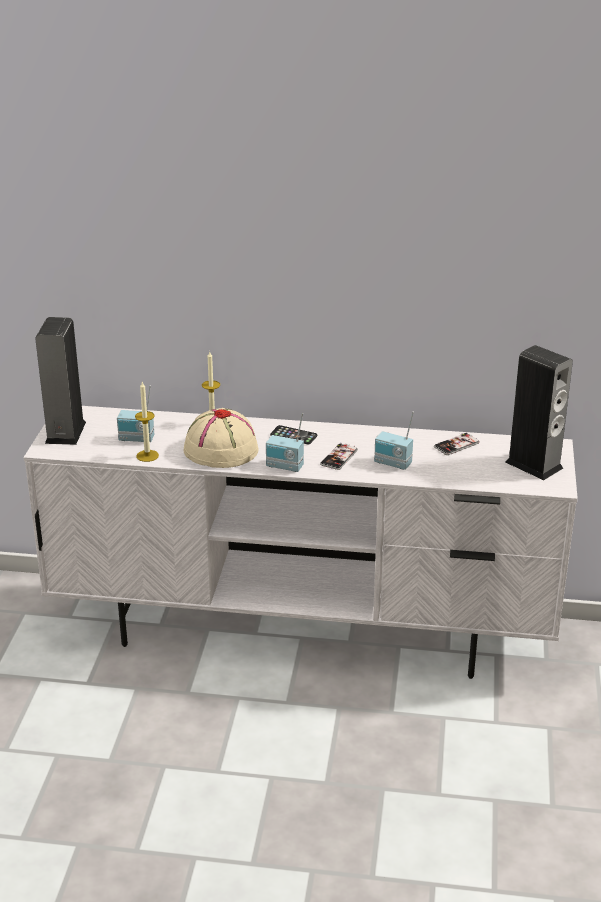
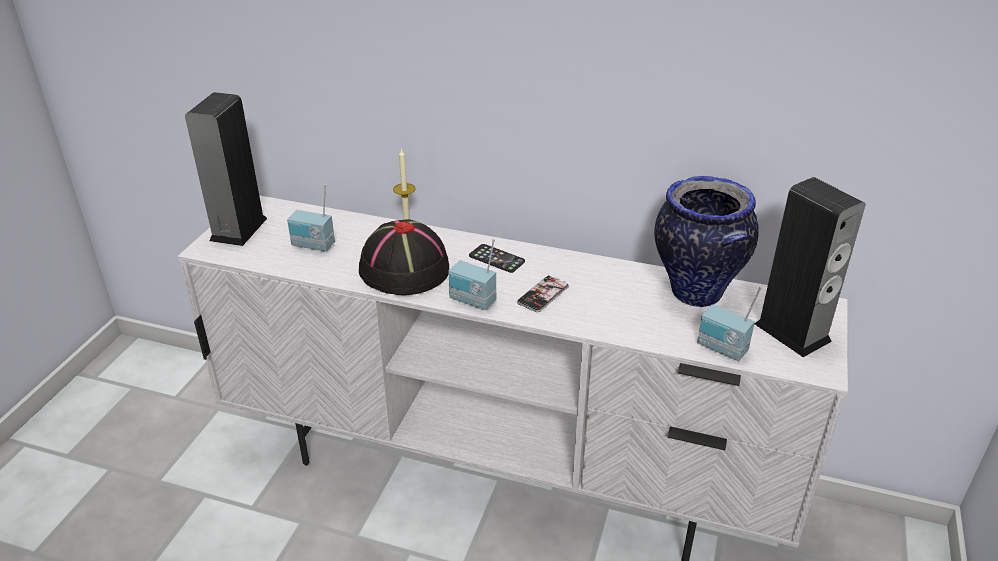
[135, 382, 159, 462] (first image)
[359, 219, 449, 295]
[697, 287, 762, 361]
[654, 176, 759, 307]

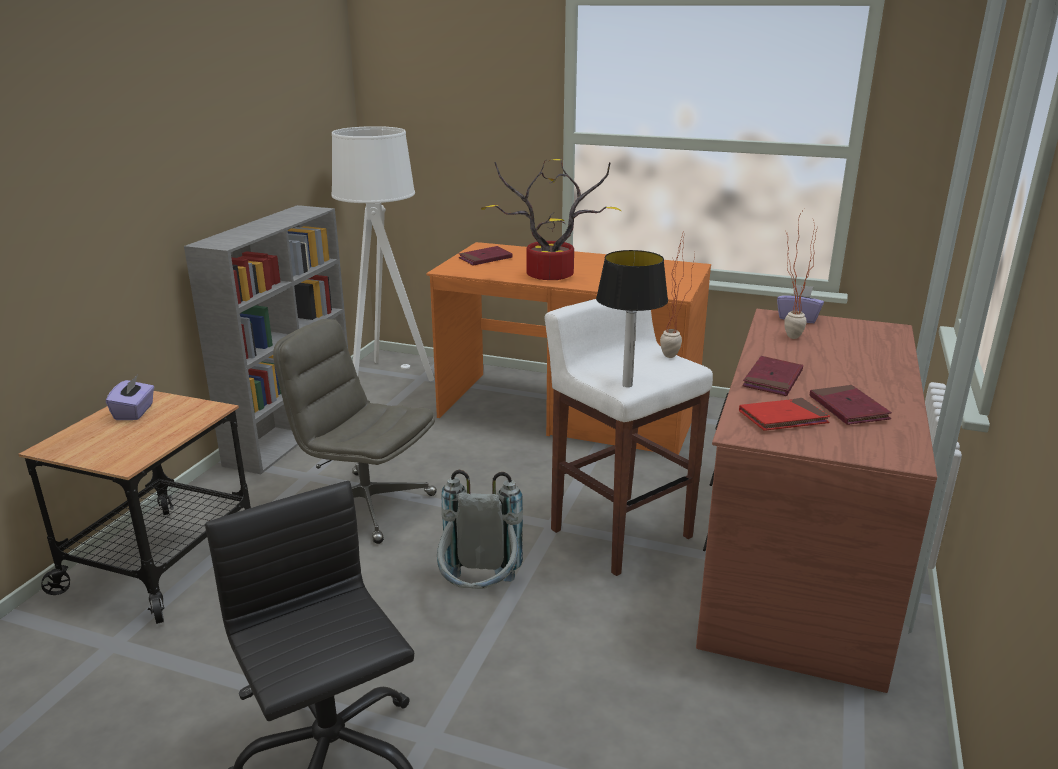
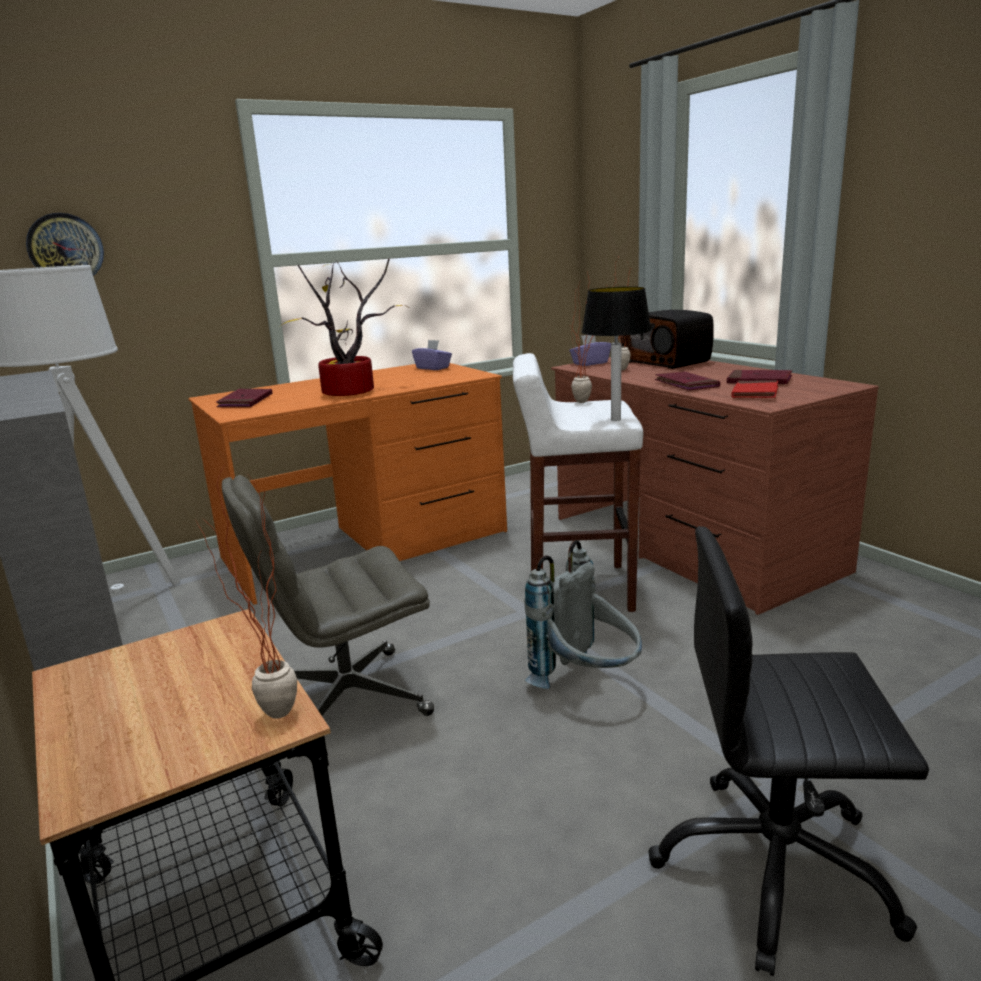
[412, 340, 452, 370]
[26, 213, 104, 276]
[621, 310, 714, 369]
[196, 466, 297, 719]

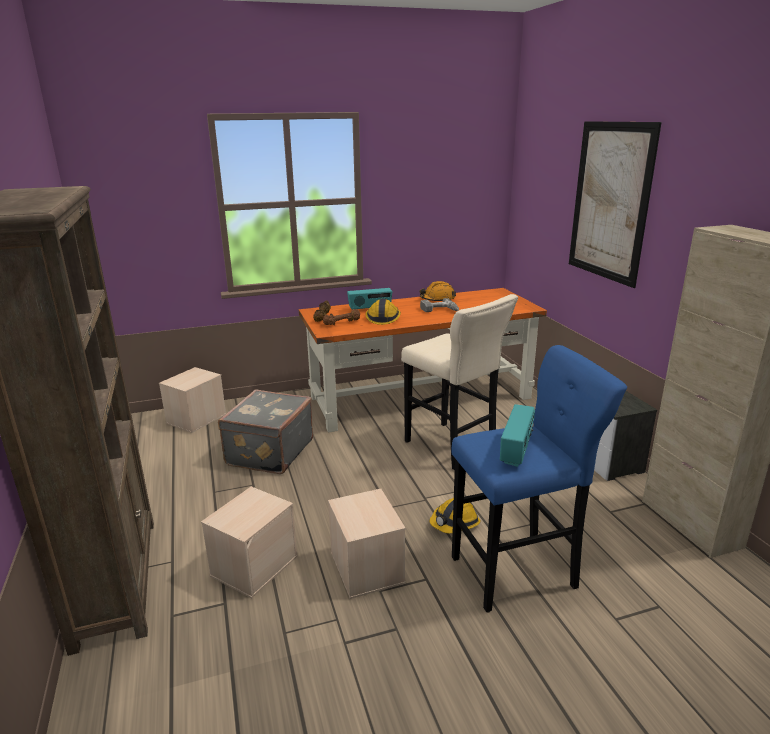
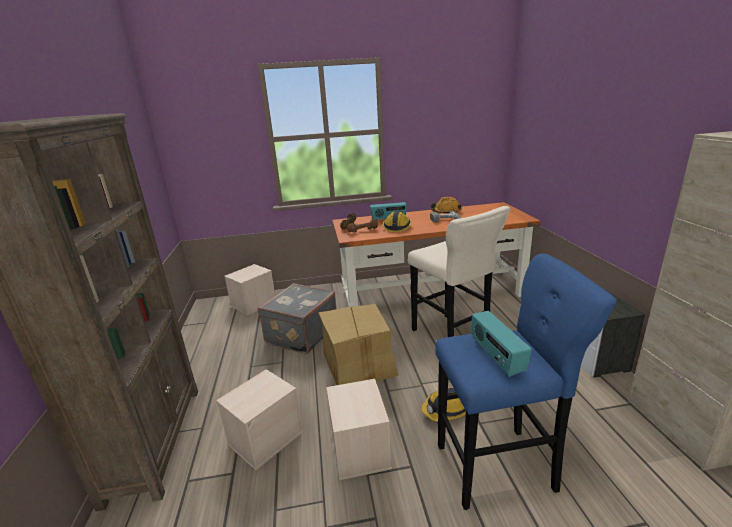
[569, 121, 662, 288] (first image)
[472, 311, 532, 377]
[318, 304, 399, 385]

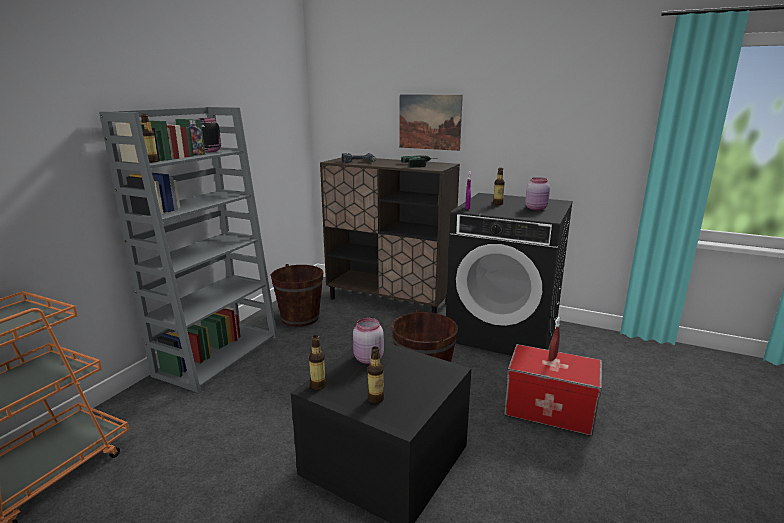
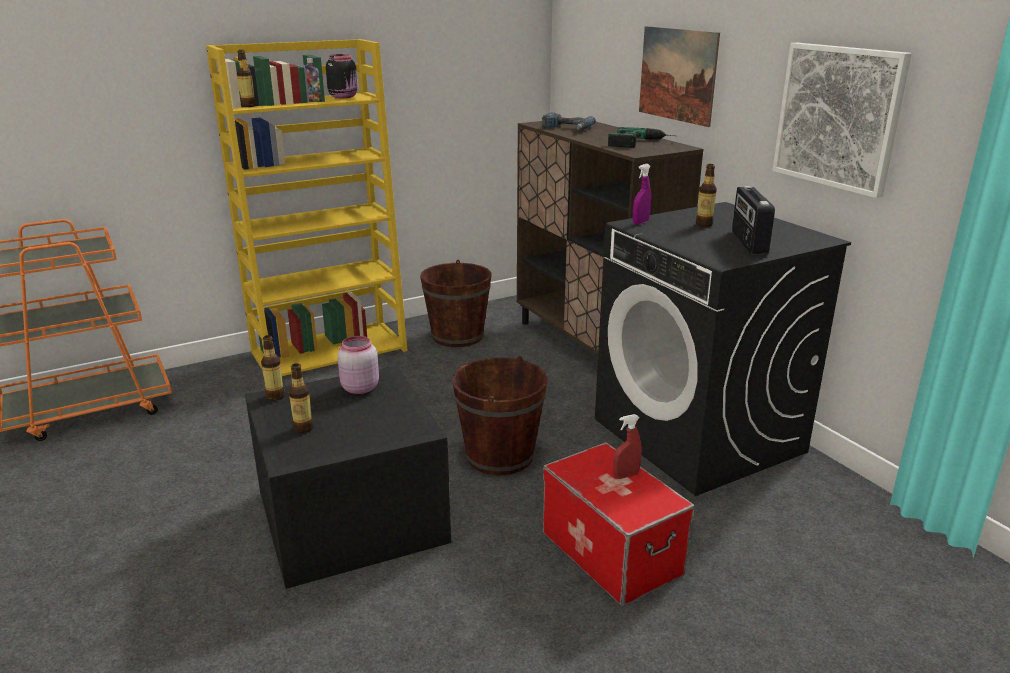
[206, 39, 408, 376]
[732, 186, 775, 254]
[772, 43, 912, 198]

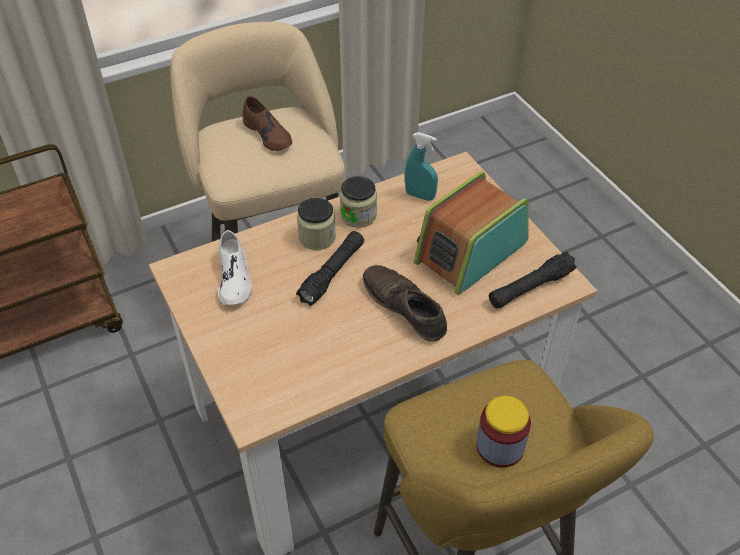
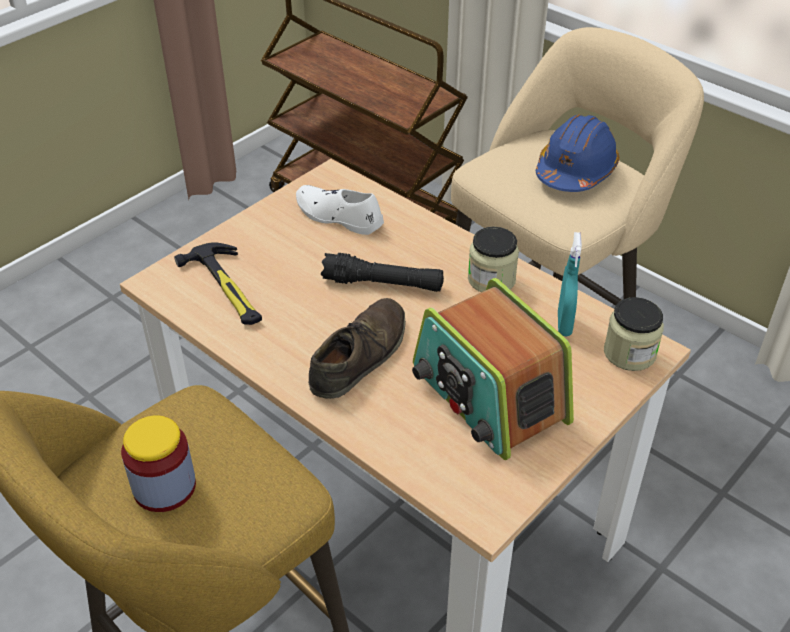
[536, 115, 619, 192]
[412, 278, 574, 460]
[604, 297, 664, 371]
[296, 185, 384, 235]
[489, 252, 577, 309] (first image)
[174, 242, 262, 325]

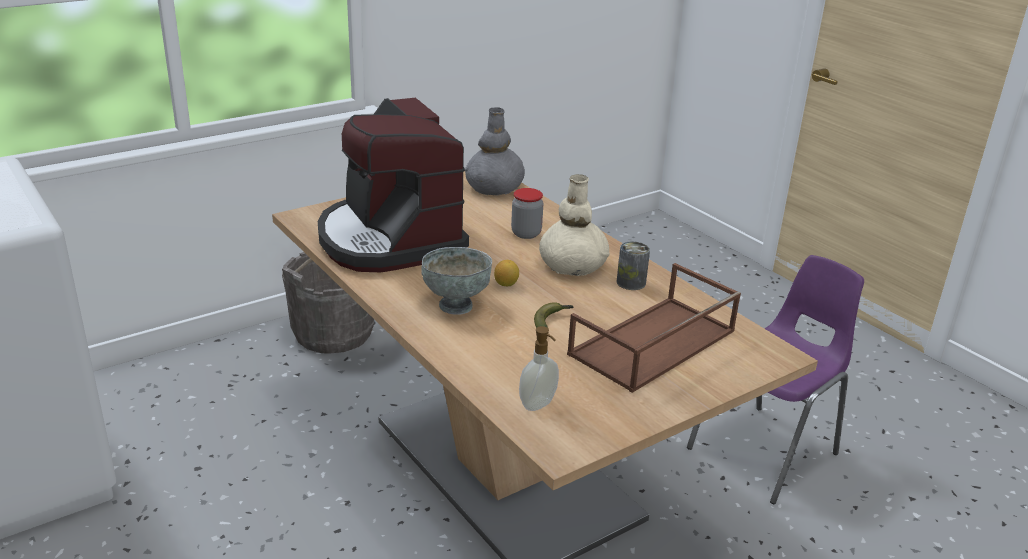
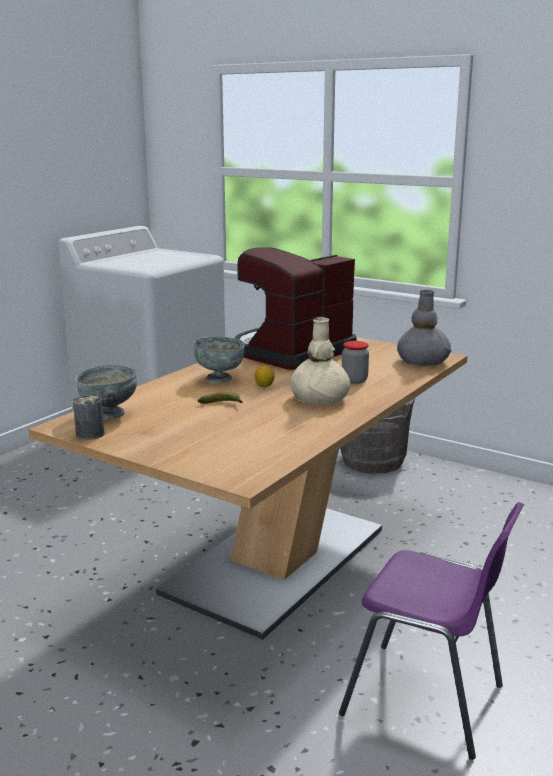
[73, 395, 105, 440]
[567, 263, 741, 393] (first image)
[75, 365, 137, 419]

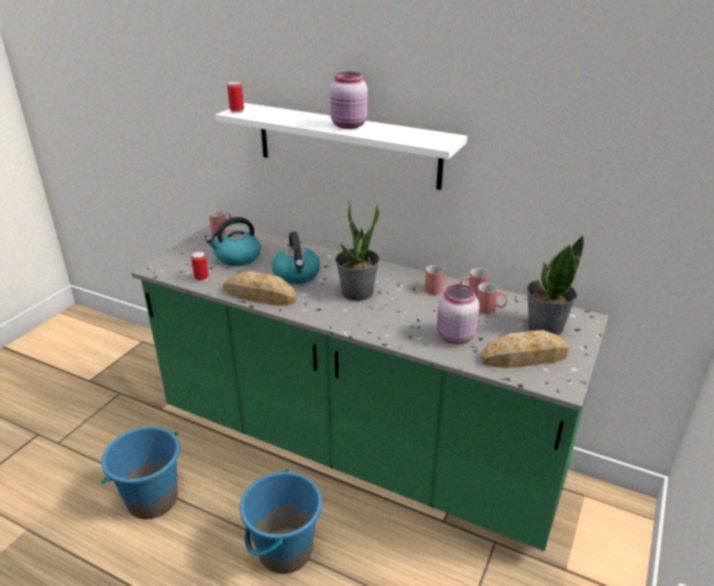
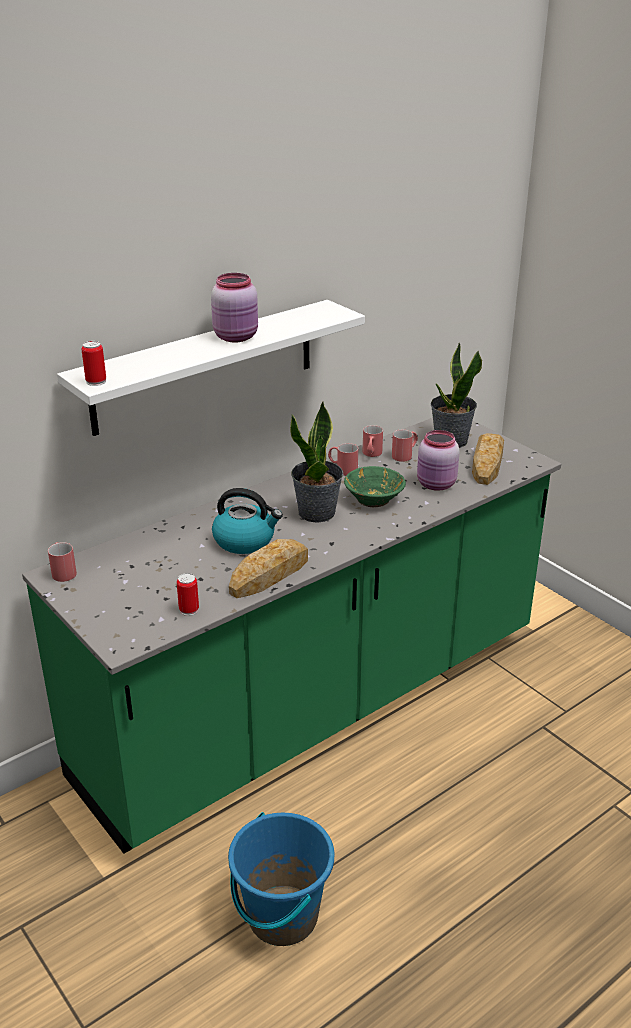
[206, 217, 261, 266] (first image)
[240, 469, 322, 574] (first image)
[344, 466, 406, 507]

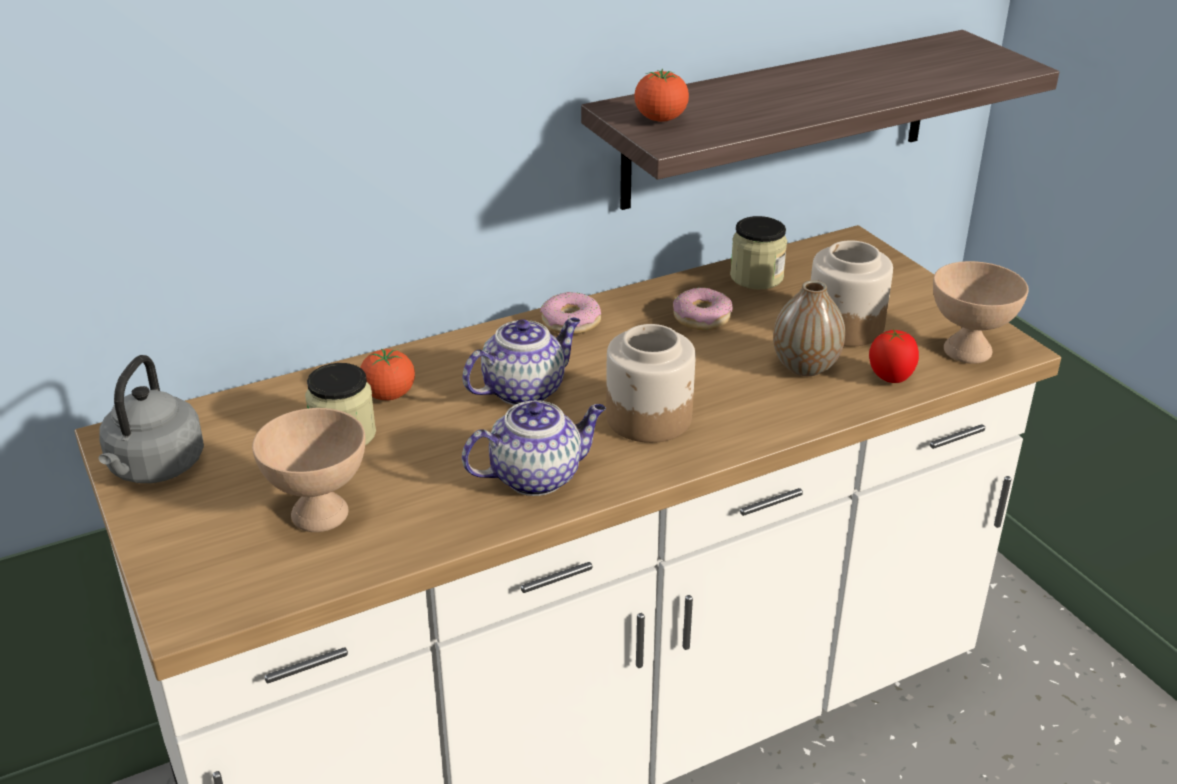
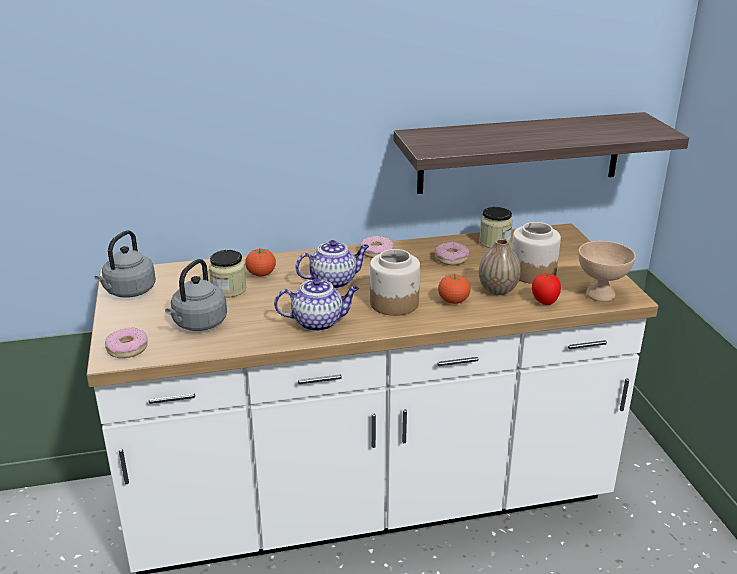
[438, 274, 470, 304]
[165, 259, 227, 331]
[105, 327, 148, 358]

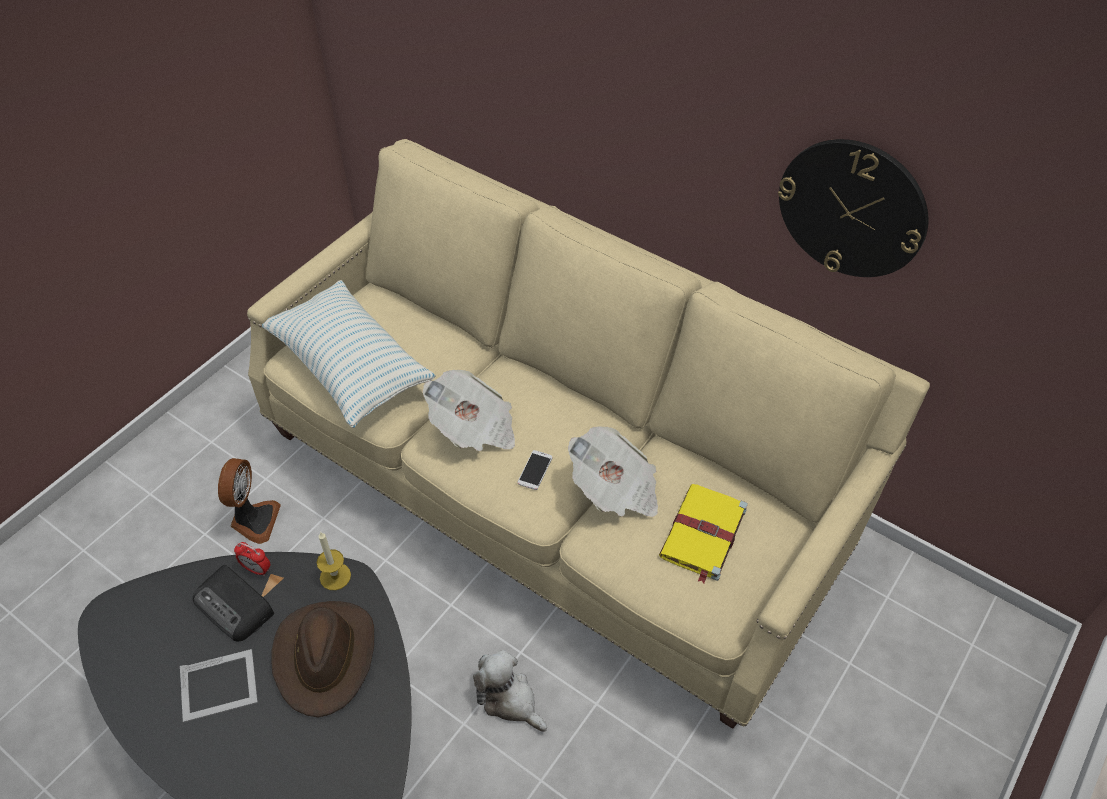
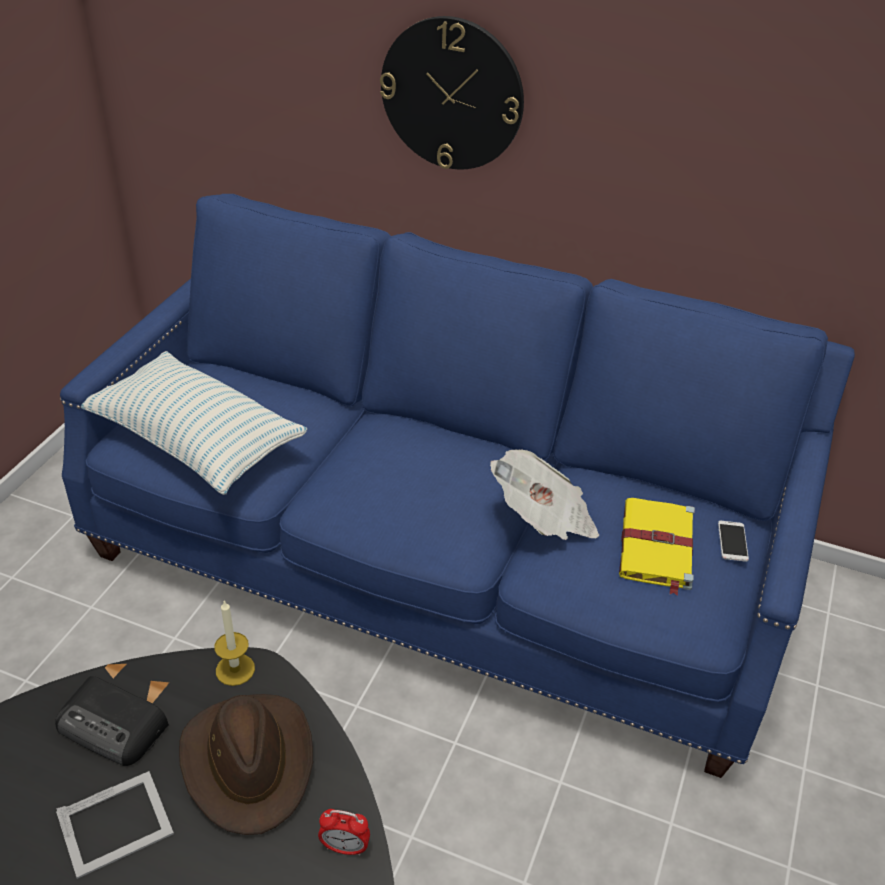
[60, 194, 855, 778]
[380, 16, 524, 169]
[423, 370, 515, 451] (first image)
[718, 521, 749, 562]
[218, 458, 281, 544] (first image)
[318, 809, 370, 856]
[473, 650, 547, 732] (first image)

